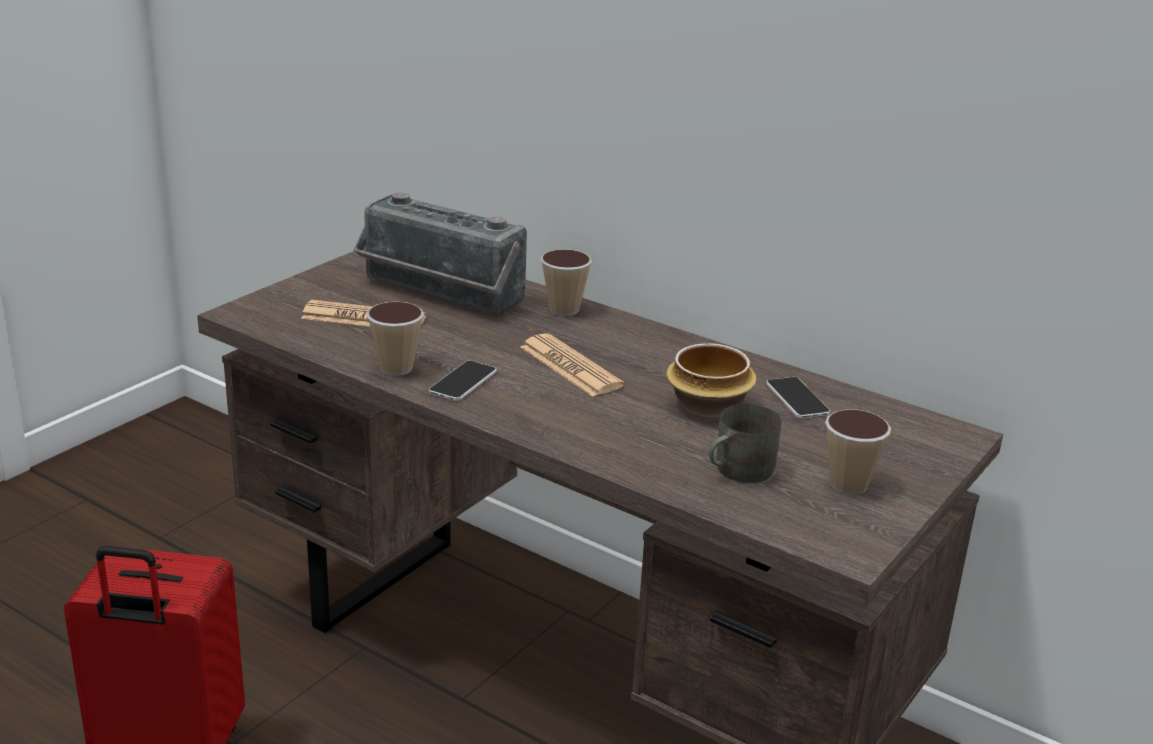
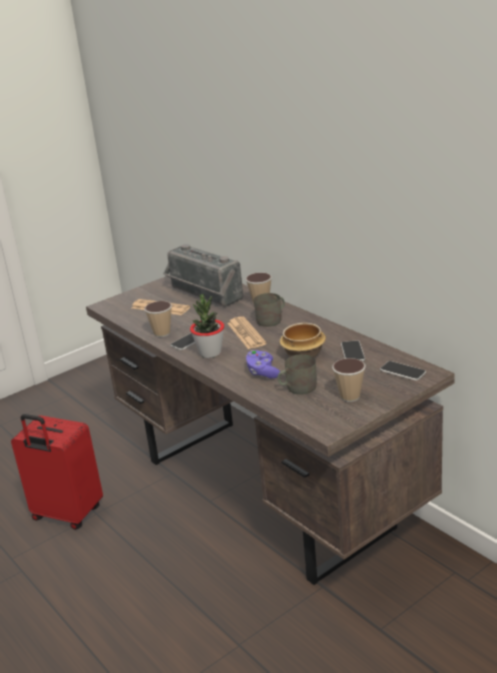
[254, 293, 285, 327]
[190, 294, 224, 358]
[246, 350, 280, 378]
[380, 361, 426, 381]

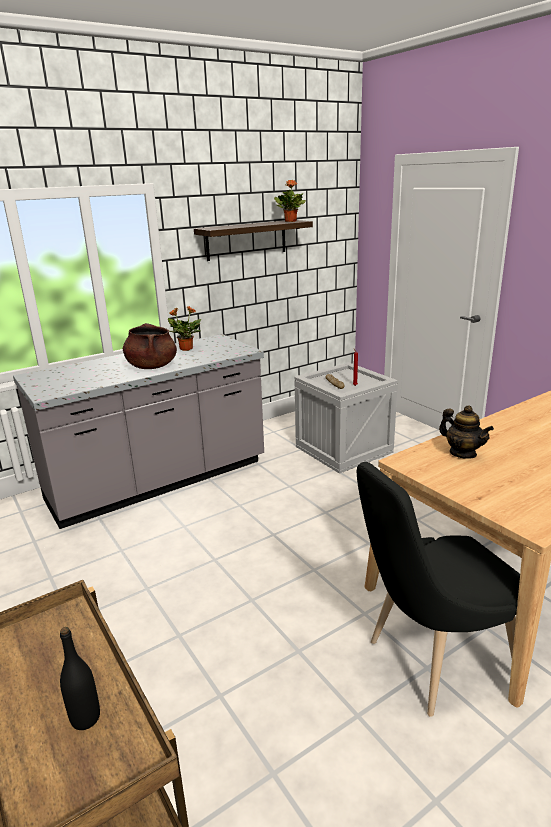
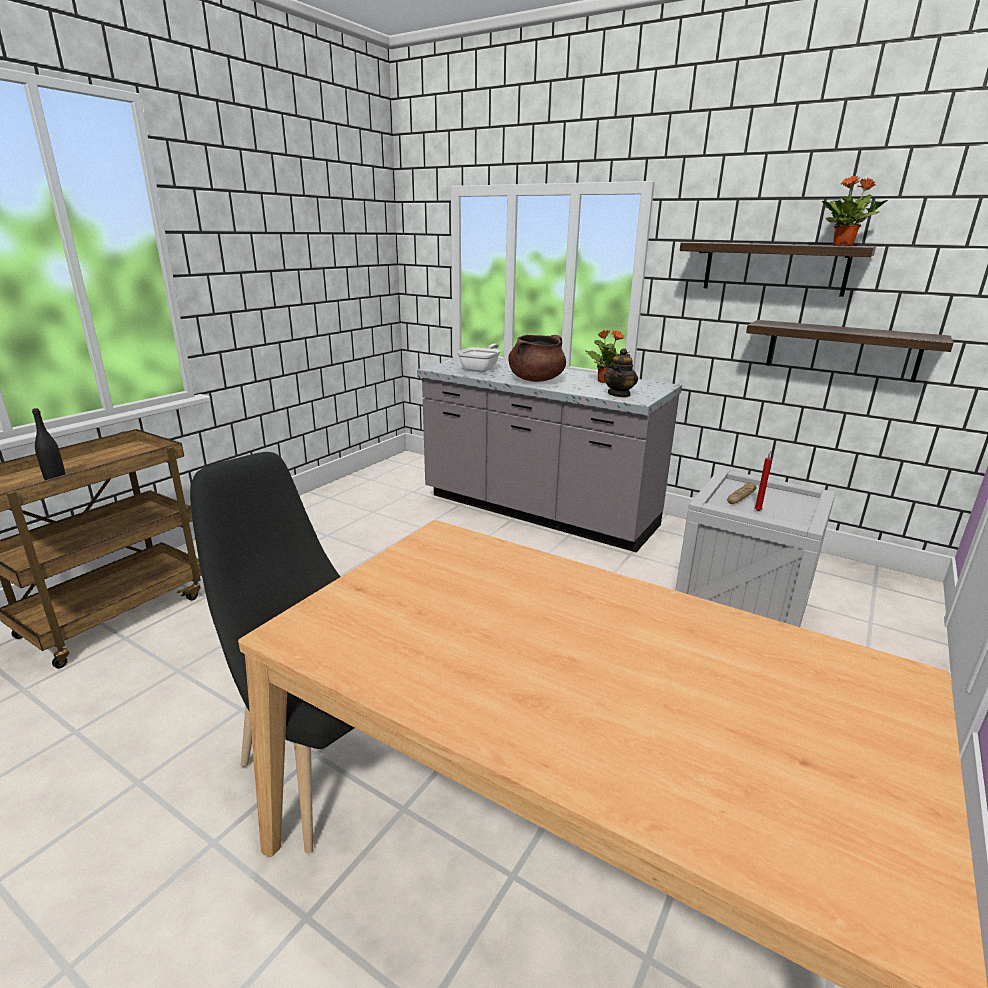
[604, 348, 638, 398]
[746, 320, 953, 382]
[457, 344, 501, 372]

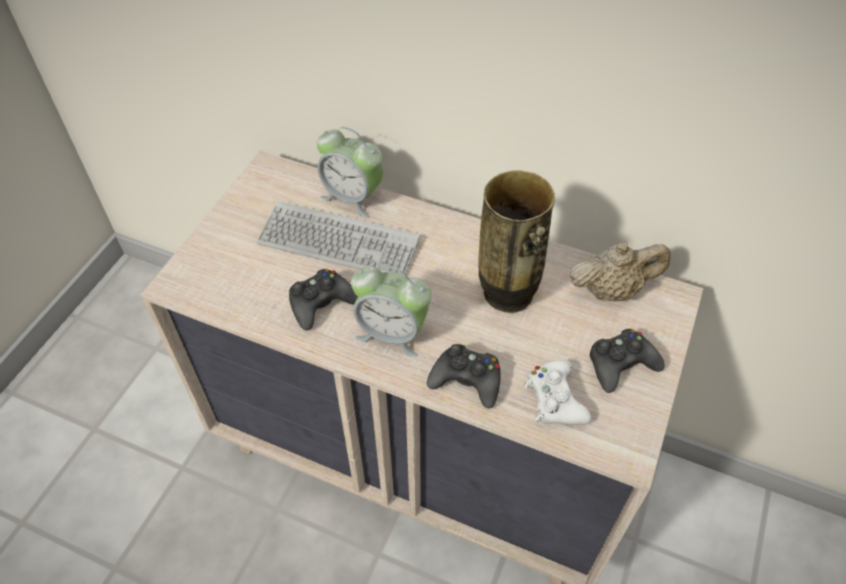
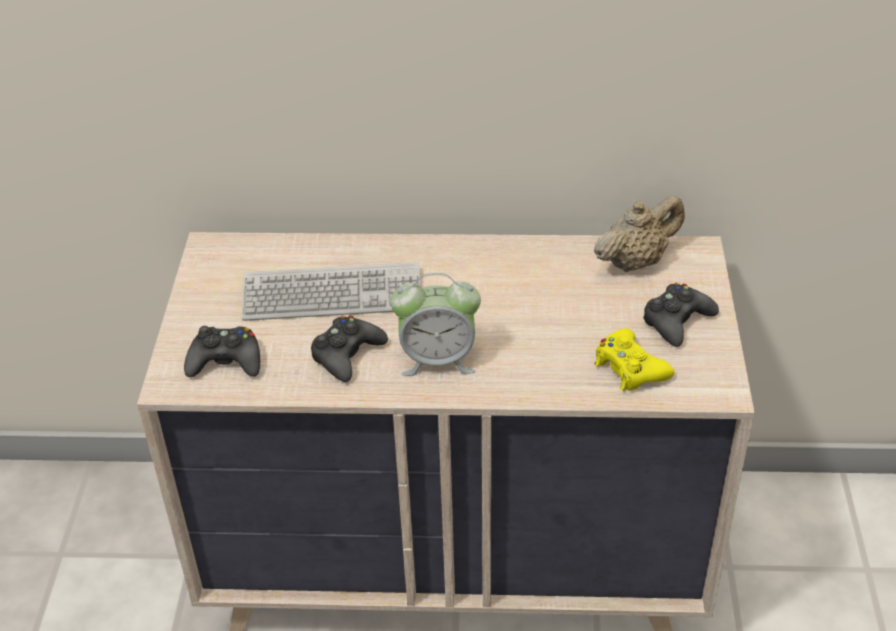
[317, 127, 383, 218] (first image)
[478, 170, 555, 313] (first image)
[184, 326, 260, 377]
[595, 328, 674, 391]

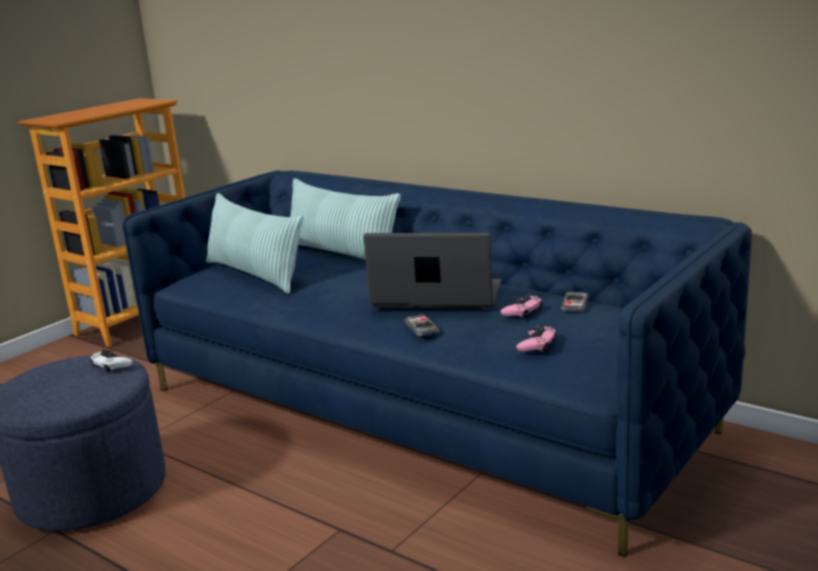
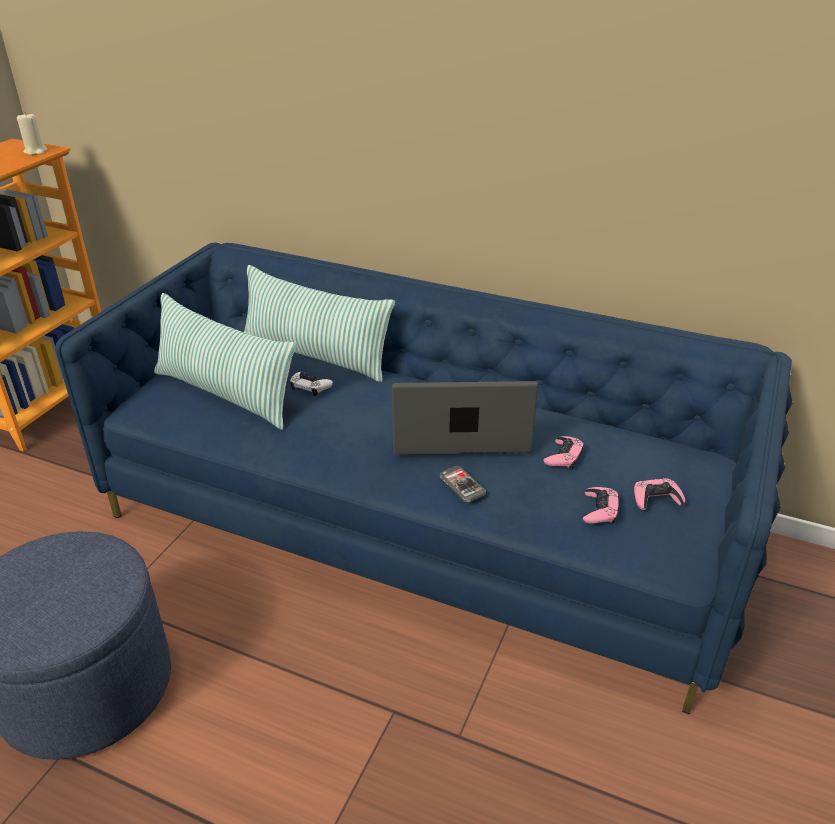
[561, 292, 588, 312] (first image)
[290, 372, 333, 396]
[17, 112, 47, 155]
[634, 479, 685, 510]

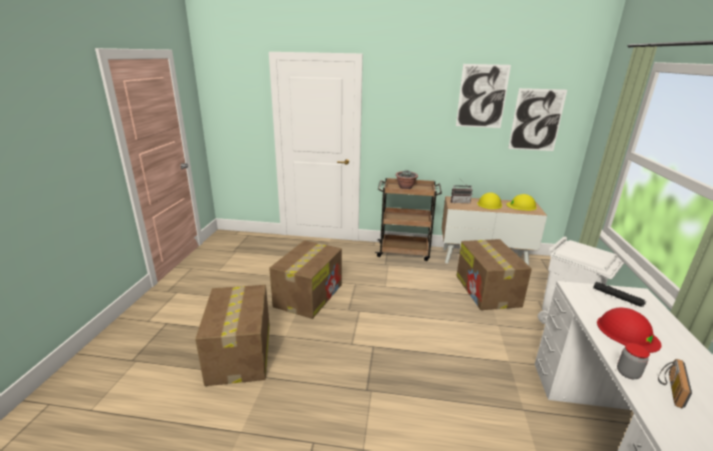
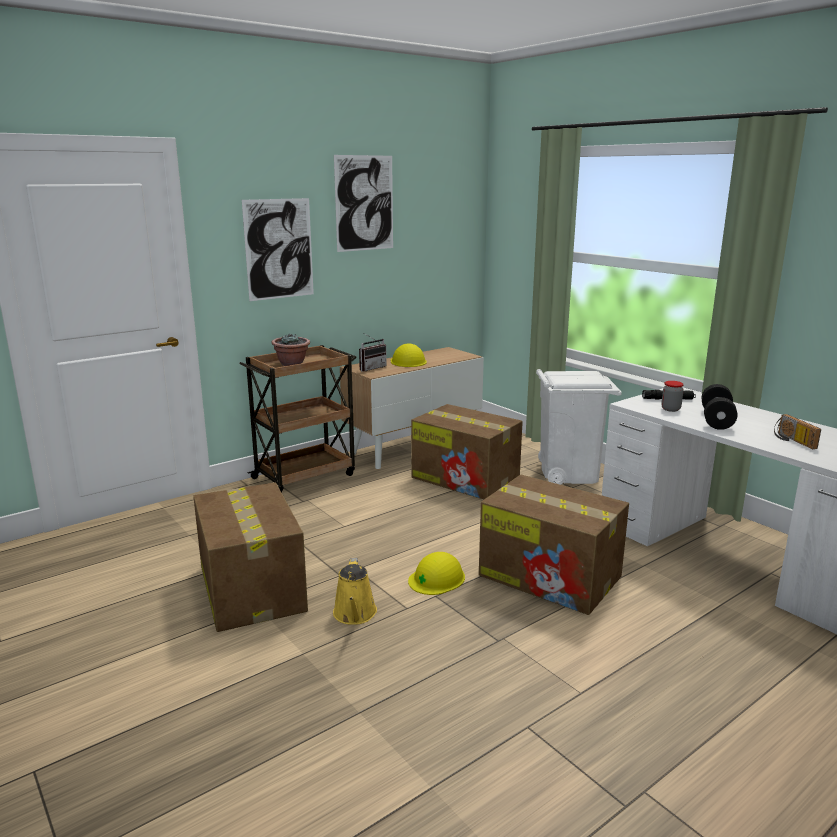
[242, 198, 314, 301]
[408, 552, 465, 595]
[479, 475, 629, 615]
[701, 384, 738, 430]
[661, 381, 684, 412]
[333, 558, 377, 625]

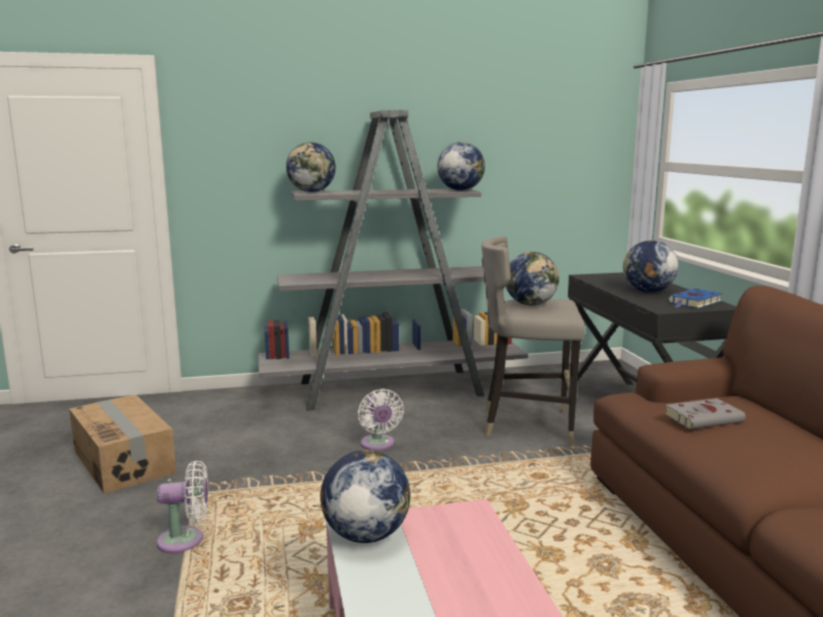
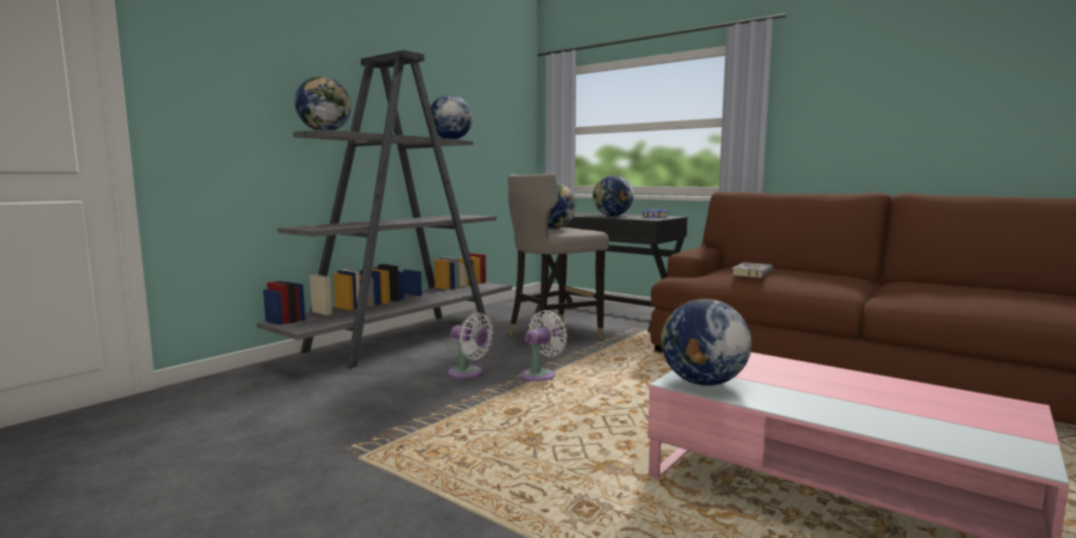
[69, 395, 176, 494] (first image)
[521, 310, 568, 381]

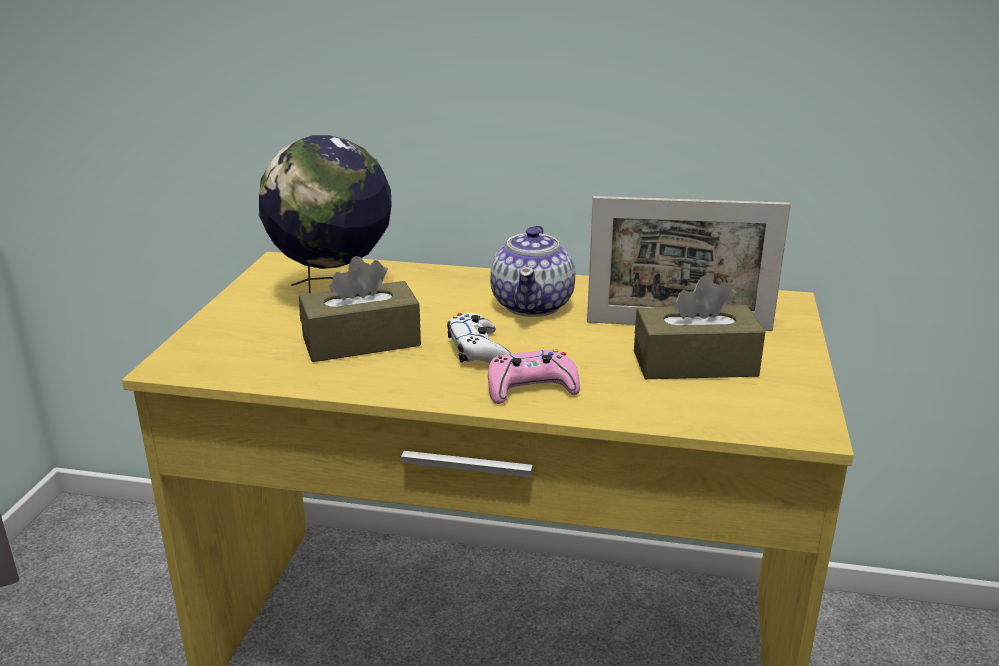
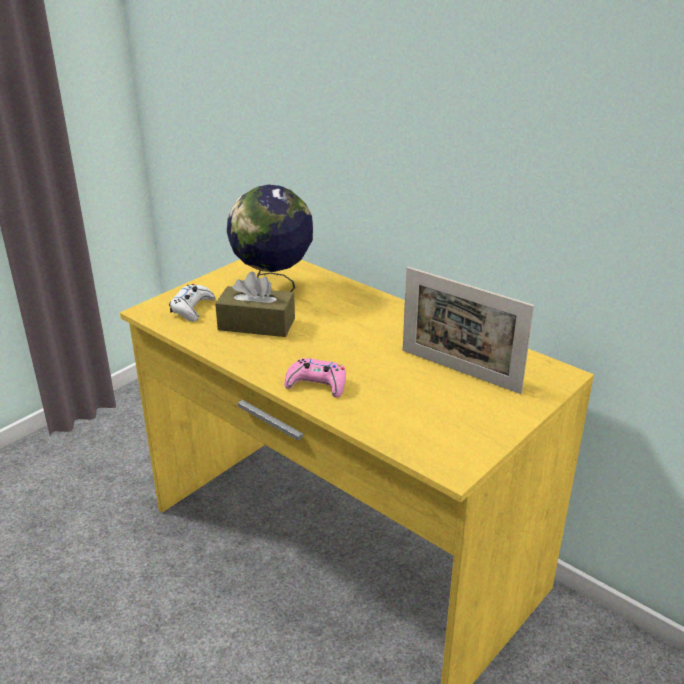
[490, 225, 575, 317] (first image)
[634, 275, 765, 379] (first image)
[169, 284, 215, 322]

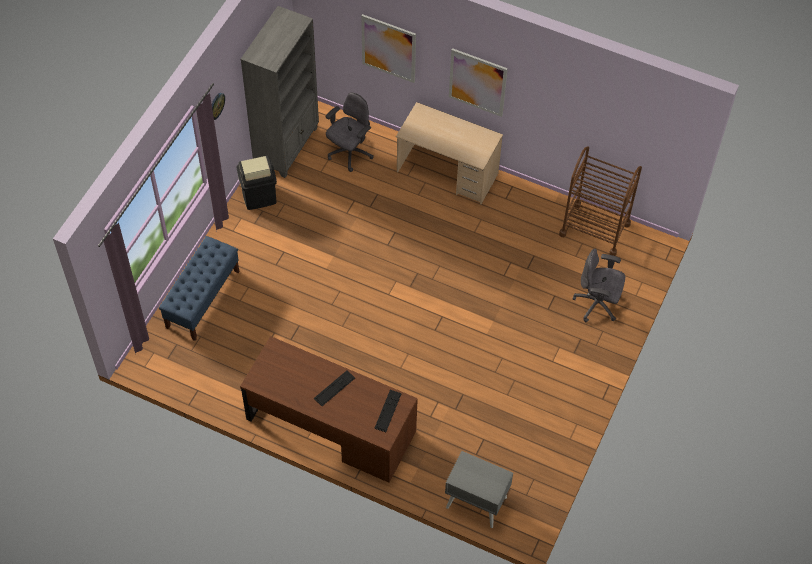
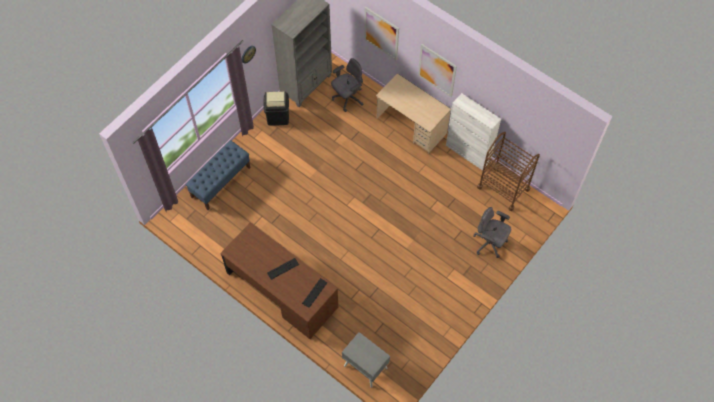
[446, 93, 501, 170]

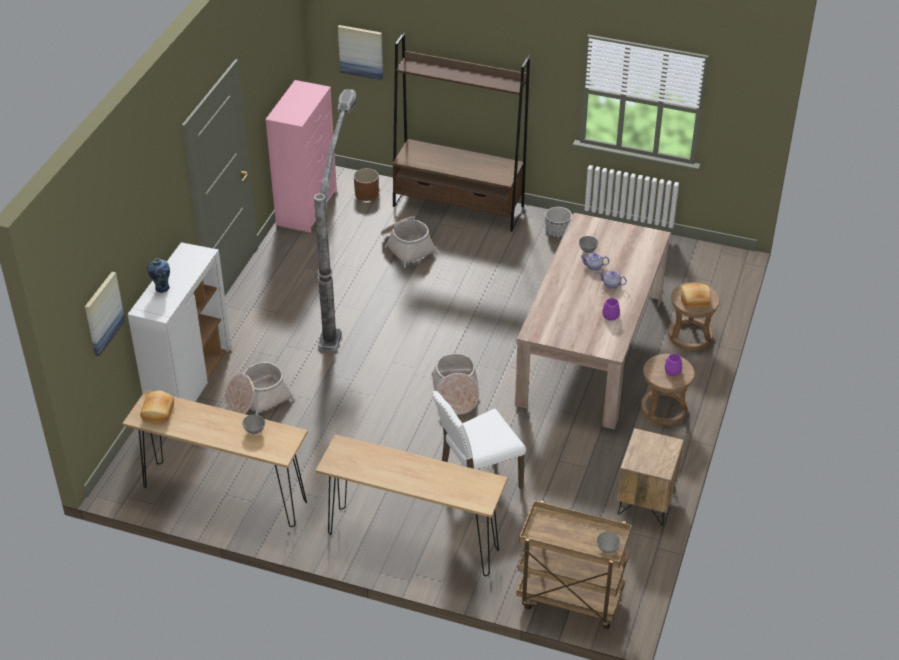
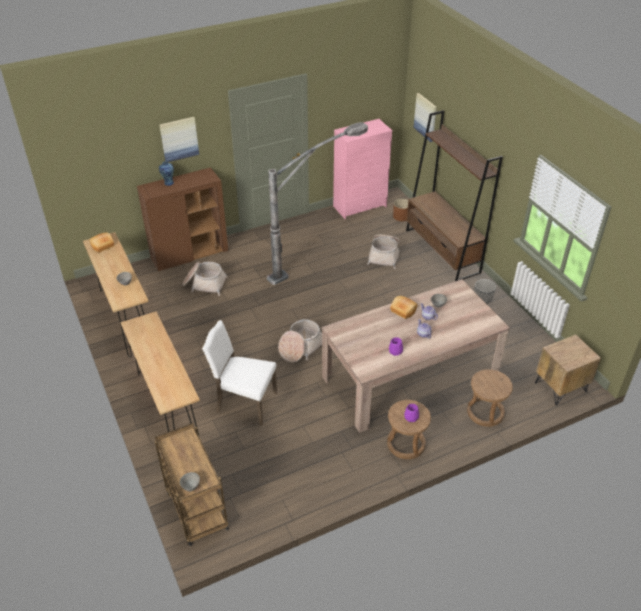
[137, 167, 228, 271]
[159, 117, 199, 162]
[390, 296, 418, 319]
[535, 335, 601, 405]

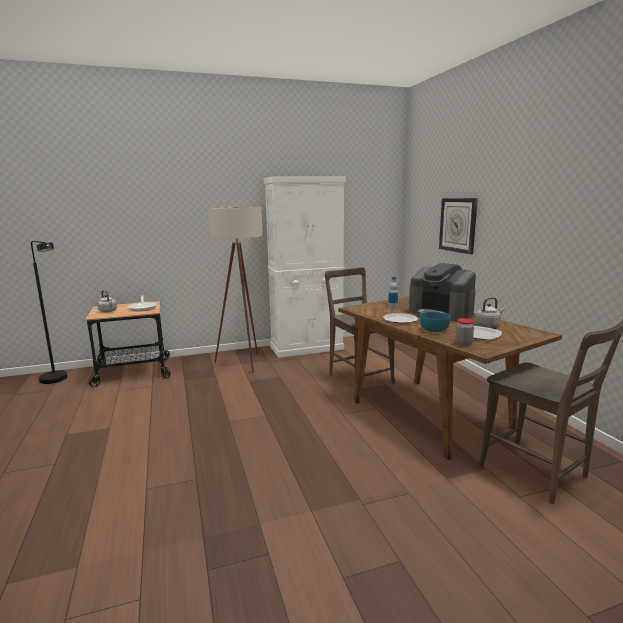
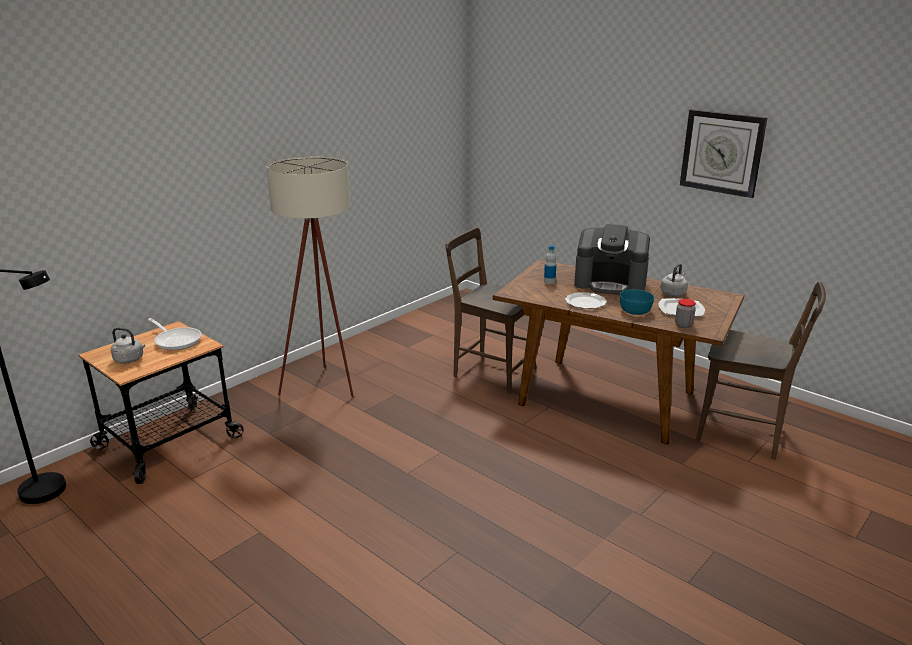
[264, 176, 346, 358] (first image)
[680, 109, 767, 198]

